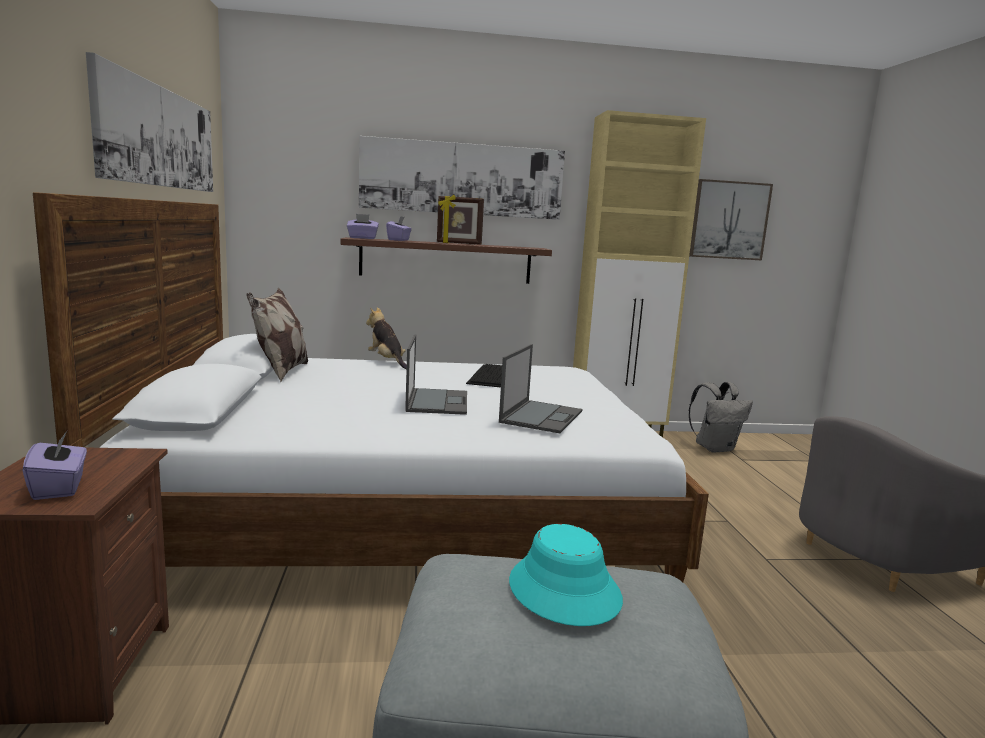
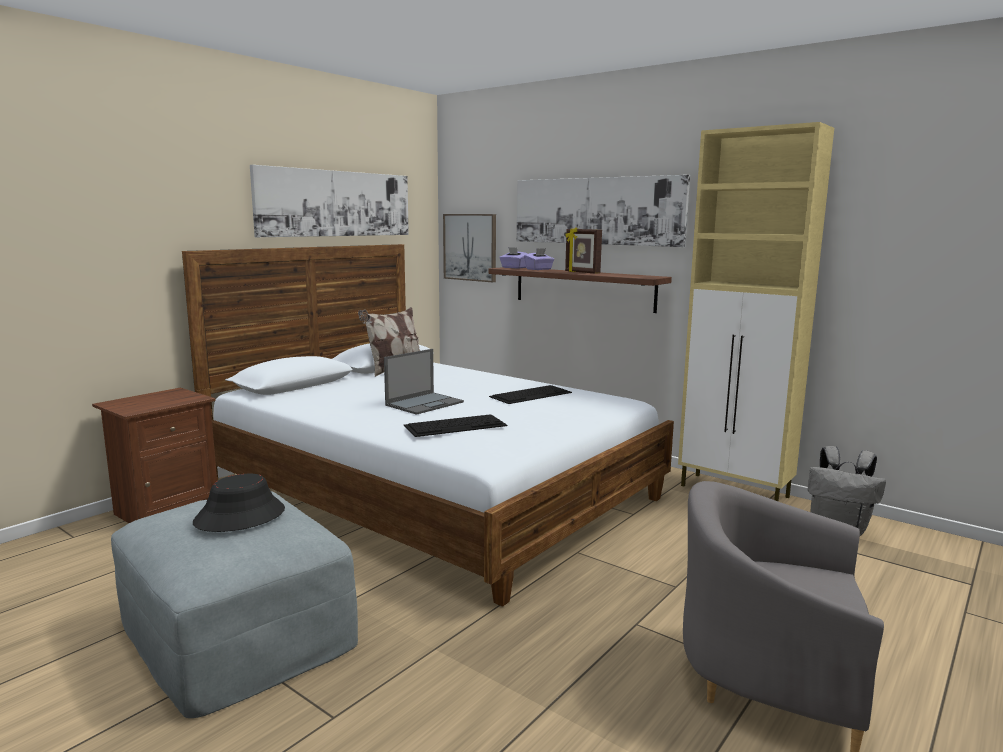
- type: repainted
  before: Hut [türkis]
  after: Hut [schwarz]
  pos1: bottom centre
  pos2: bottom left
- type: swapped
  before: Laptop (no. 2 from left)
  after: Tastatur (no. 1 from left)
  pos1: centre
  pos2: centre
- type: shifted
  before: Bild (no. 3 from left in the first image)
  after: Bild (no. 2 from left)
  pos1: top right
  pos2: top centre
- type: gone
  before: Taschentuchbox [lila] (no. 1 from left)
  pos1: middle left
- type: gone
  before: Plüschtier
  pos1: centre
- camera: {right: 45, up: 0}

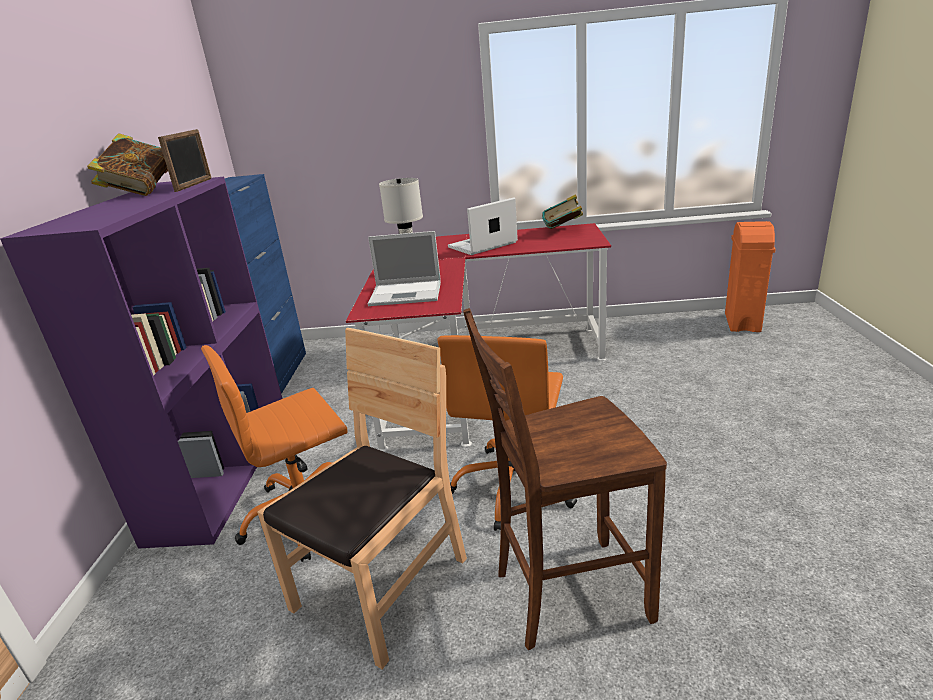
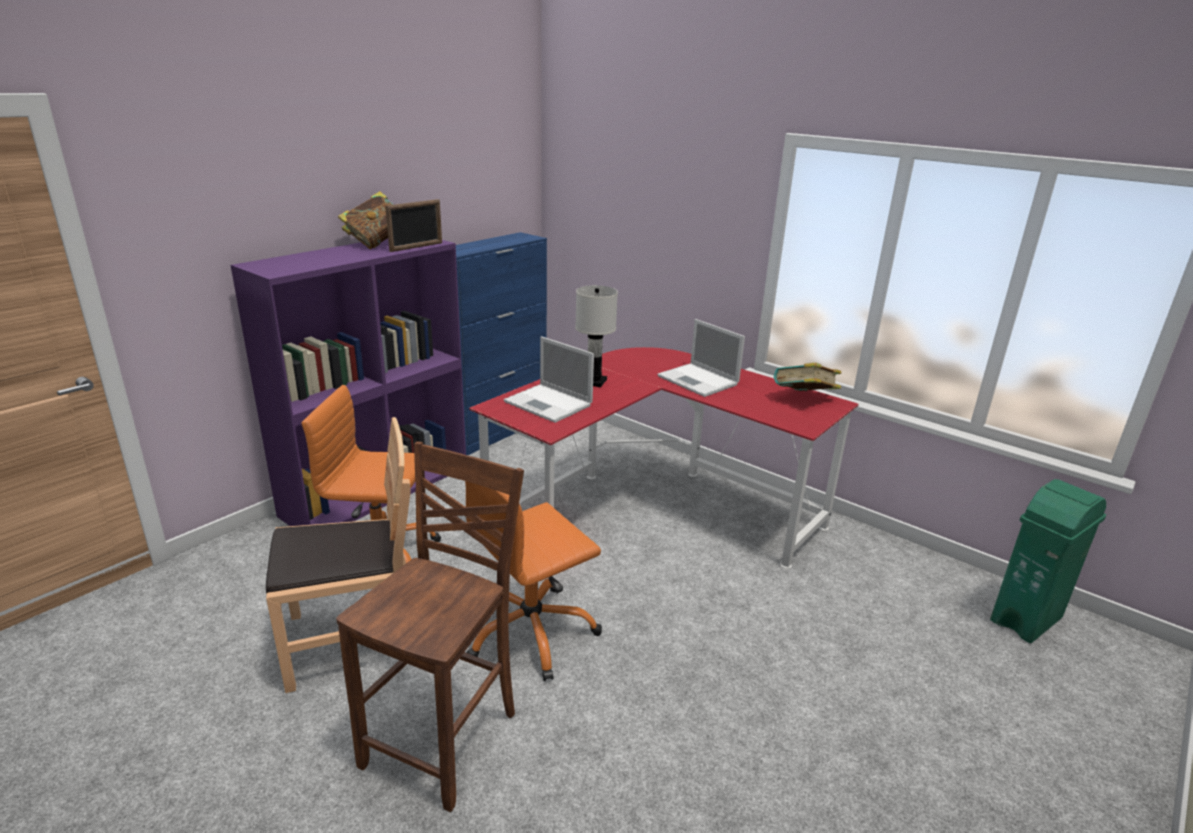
- type: rotated
  before: Stuhl [braun] (no. 2 from left)
  pos1: bottom centre
  pos2: bottom centre
  turn: 90
- type: rotated
  before: Laptop (no. 2 from left)
  pos1: top centre
  pos2: centre
  turn: -135
- type: repainted
  before: Mülleimer [orange]
  after: Mülleimer [grün]
  pos1: middle right
  pos2: bottom right
- camera: {right: 35, up: 0}

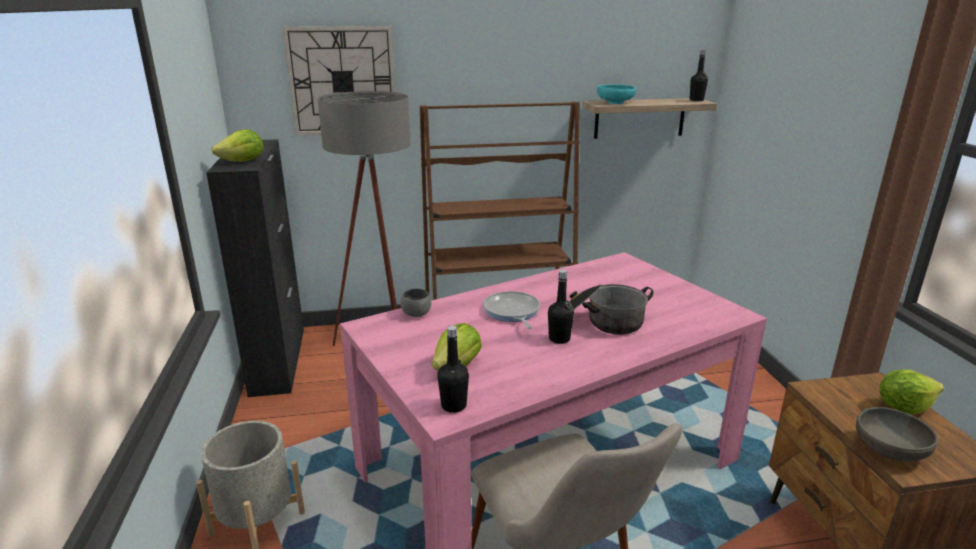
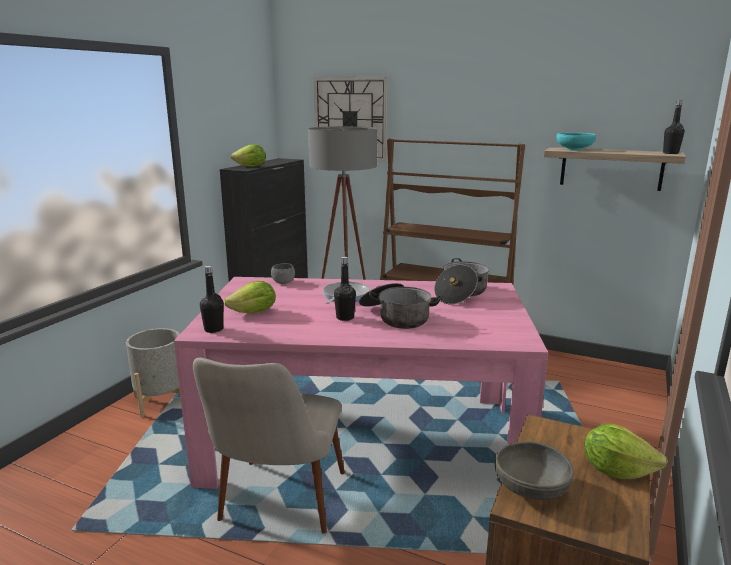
- type: new
  after: Kochtopf (no. 2 from left)
  pos2: centre
- camera: {right: 35, up: -5}

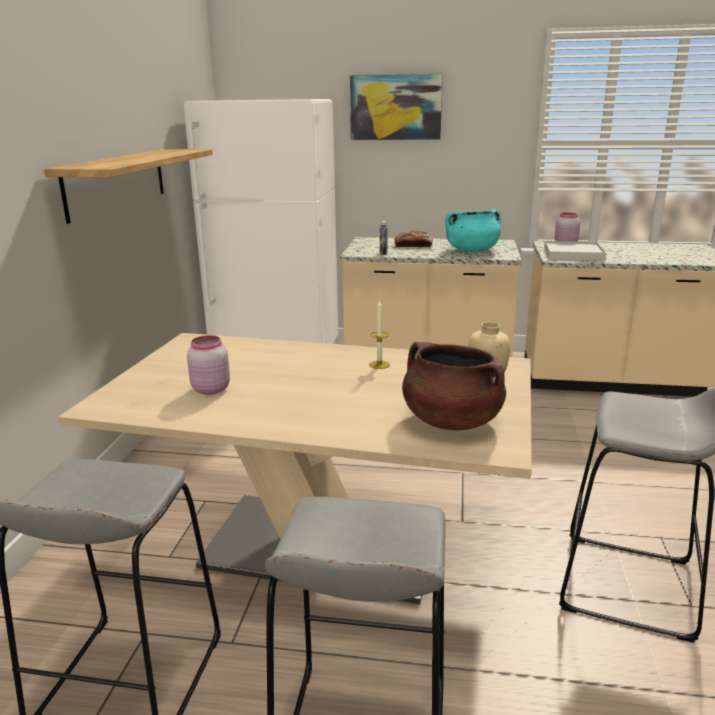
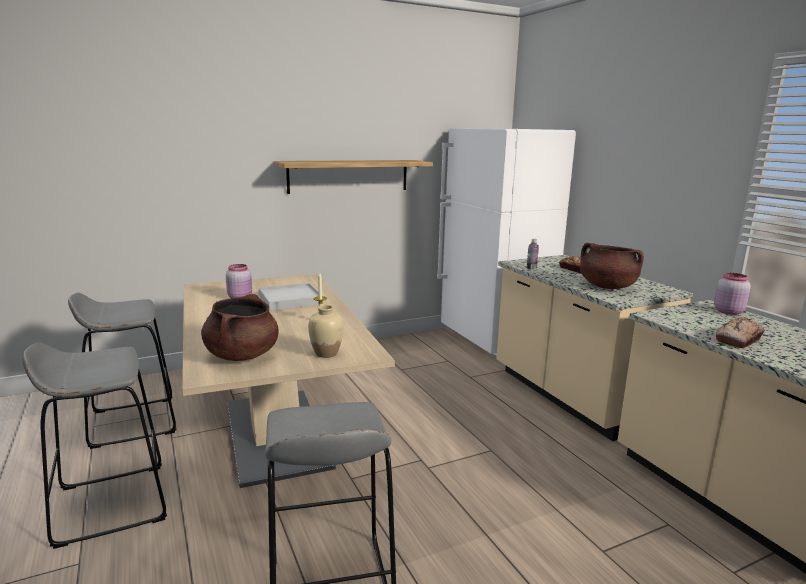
- type: shifted
  before: Tablett [weiß]
  pos1: middle right
  pos2: centre
- type: repainted
  before: Kochtopf [türkis]
  after: Kochtopf [braun] (no. 2 from left)
  pos1: top centre
  pos2: middle right
- type: new
  after: Brot (no. 2 from left)
  pos2: middle right
- type: gone
  before: Bild
  pos1: top centre
- camera: {right: 55, up: -5}

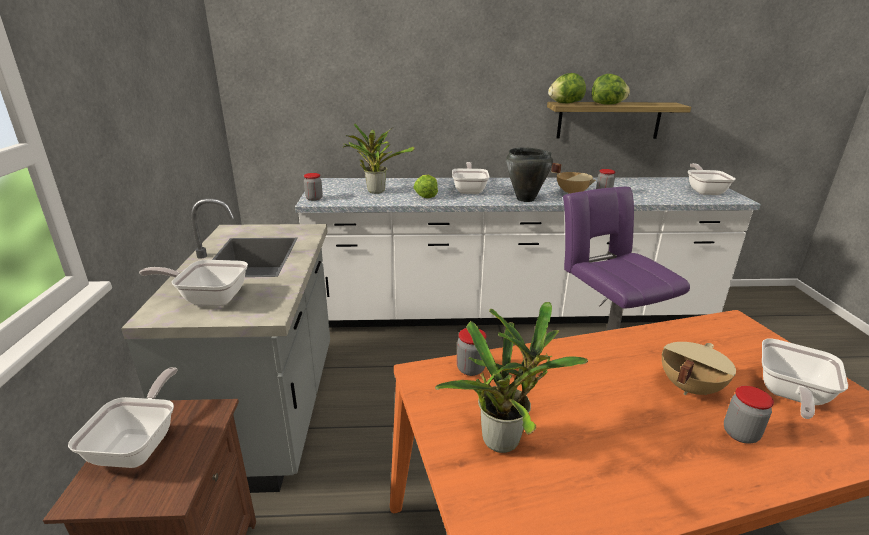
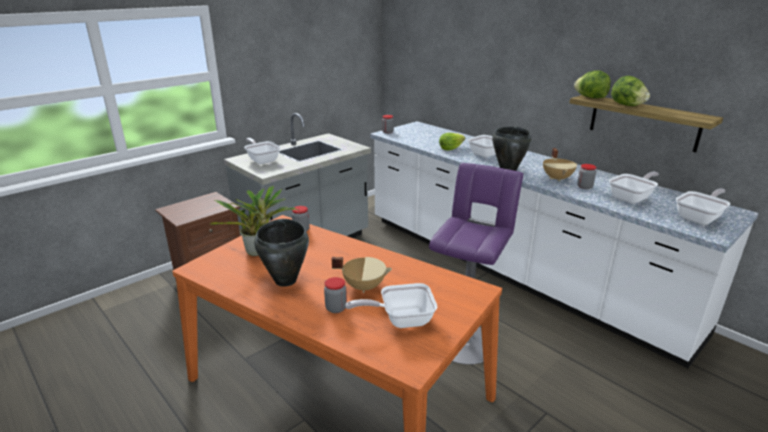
- type: new
  after: Kochtopf [schwarz] (no. 1 from left)
  pos2: centre
- type: shifted
  before: Pfanne (no. 1 from left in the first image)
  after: Pfanne (no. 4 from left)
  pos1: bottom left
  pos2: middle right
- type: gone
  before: Topfpflanze (no. 1 from left)
  pos1: top centre
- camera: {right: 50, up: 0}

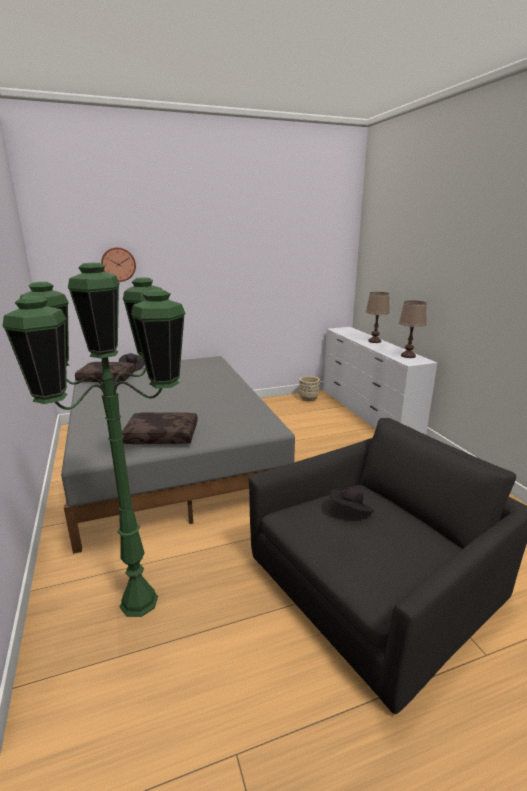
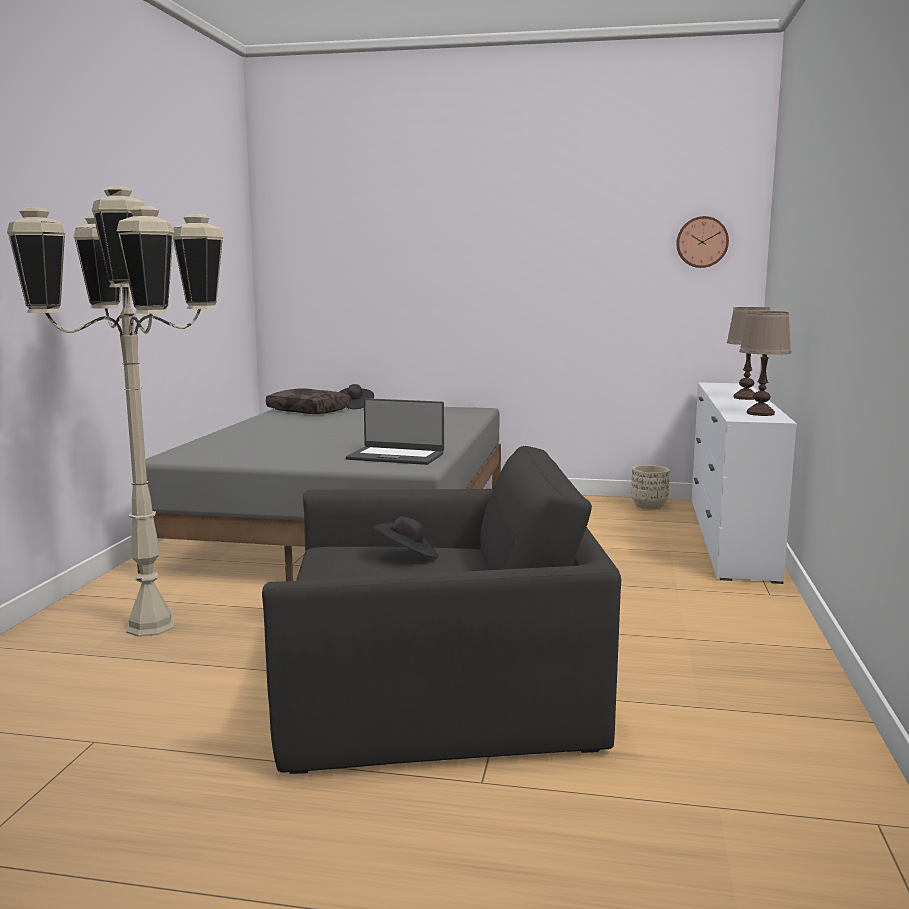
- type: repainted
  before: Stehlampe [grün]
  after: Stehlampe [beige]
  pos1: middle left
  pos2: middle left
- type: new
  after: Laptop
  pos2: centre
- type: shifted
  before: Wanduhr
  pos1: middle left
  pos2: top right
- type: gone
  before: Kissen [braun] (no. 2 from left)
  pos1: middle left
- camera: {right: 30, up: -10}

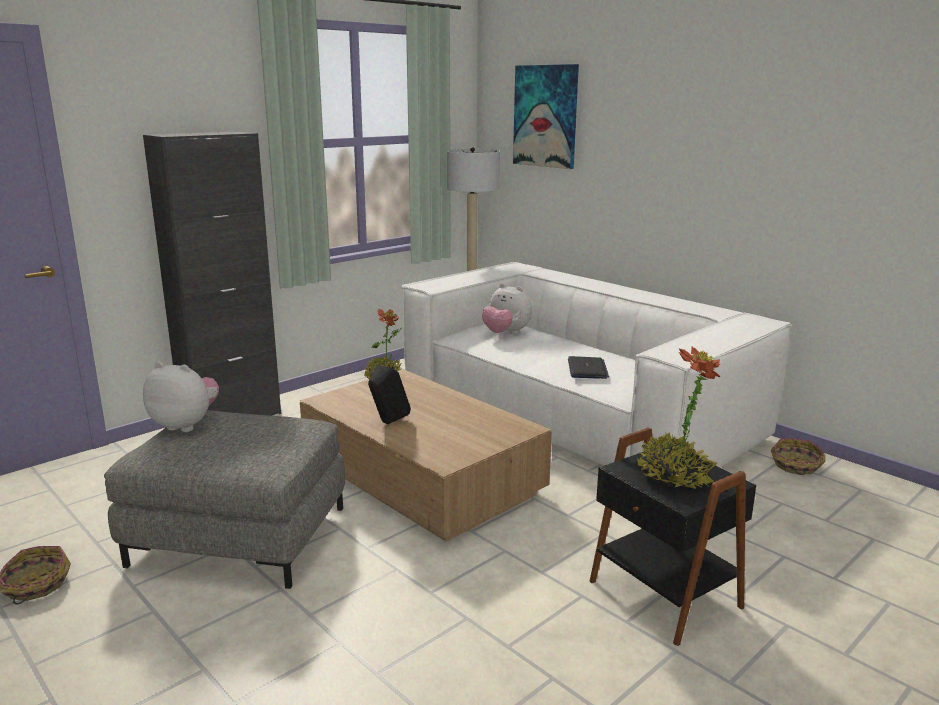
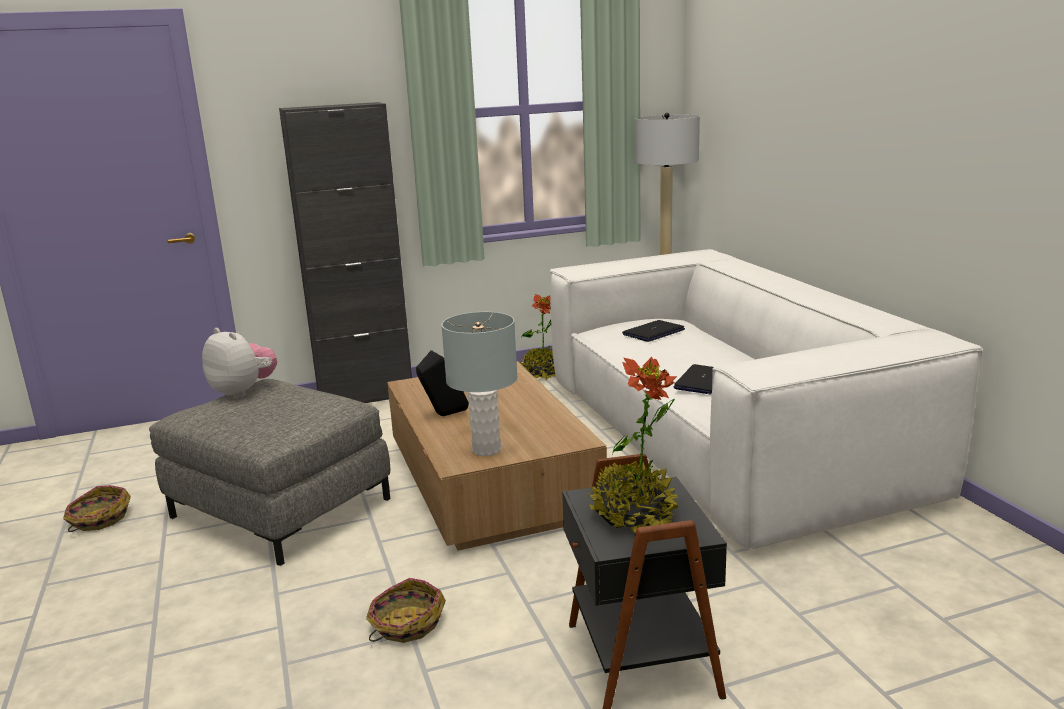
- type: shifted
  before: Korb (no. 2 from left)
  pos1: middle right
  pos2: bottom centre
- type: new
  after: Tischlampe [grau]
  pos2: centre
- type: swapped
  before: Plüschtier (no. 2 from left)
  after: Laptop (no. 1 from left)
  pos1: centre
  pos2: centre
- type: gone
  before: Bild
  pos1: top centre
- camera: {right: 25, up: 0}

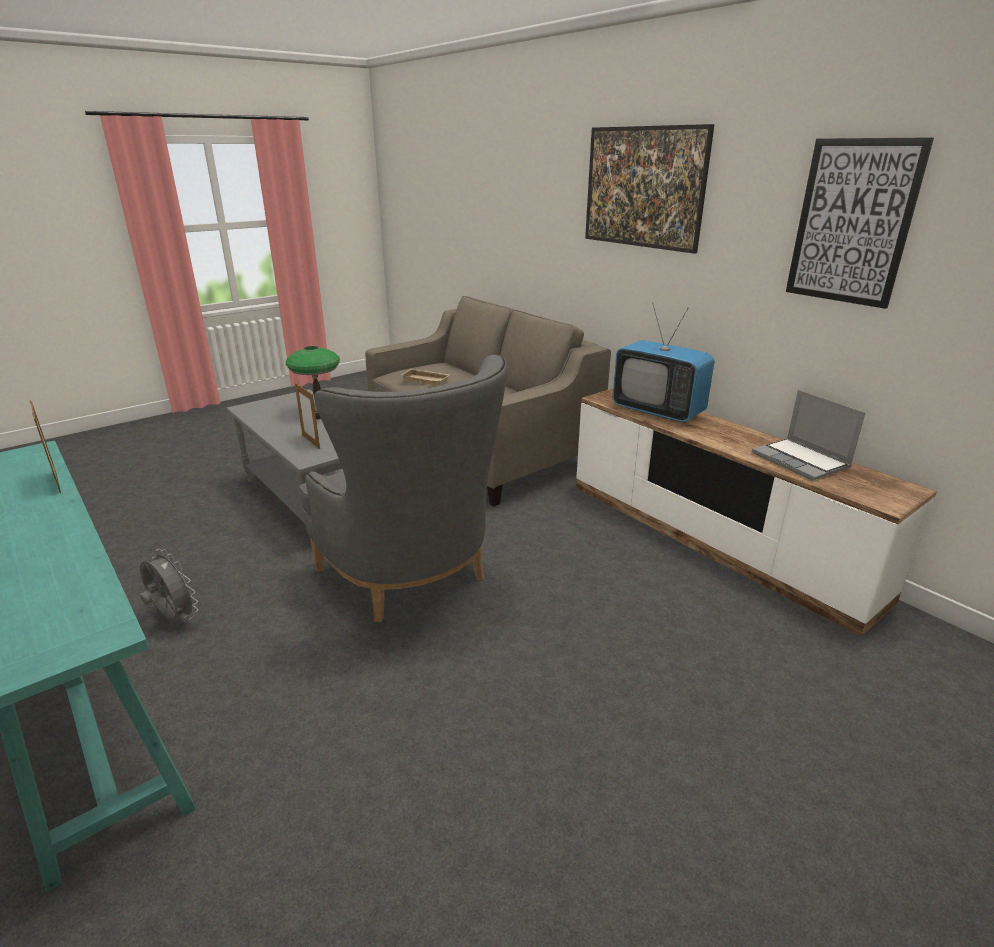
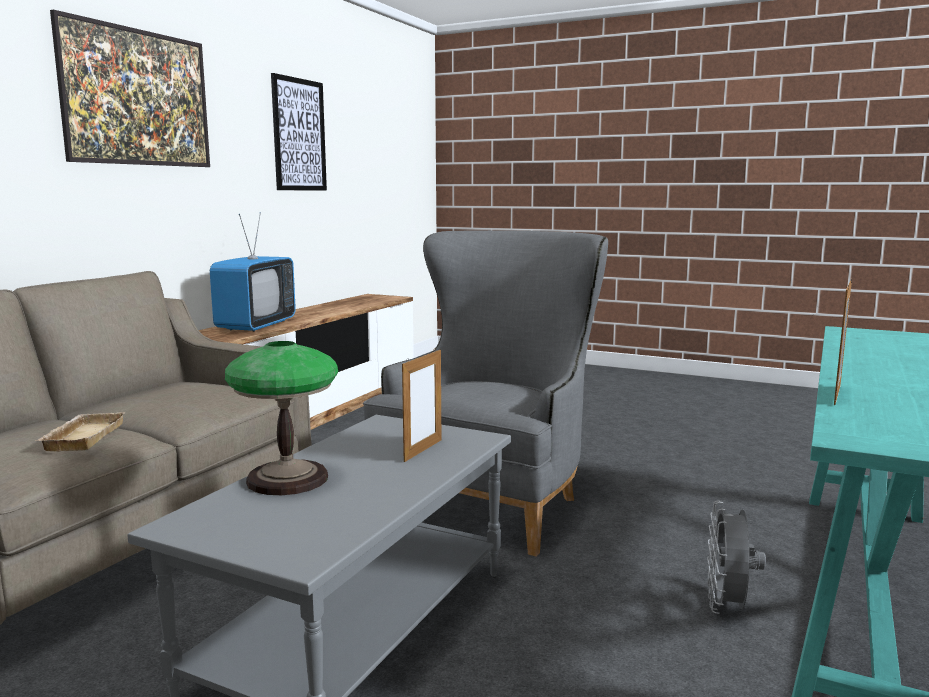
- type: gone
  before: Laptop
  pos1: middle right
- camera: {right: -115, up: -15}

